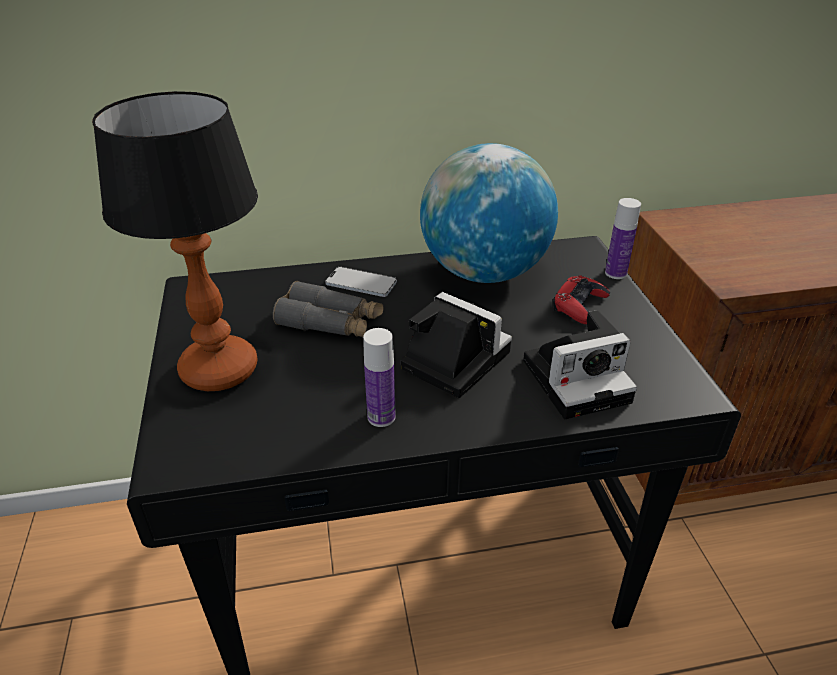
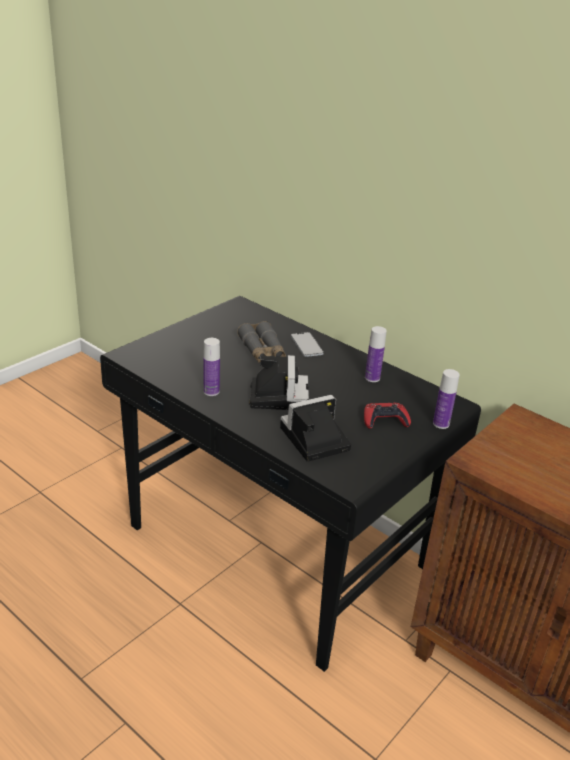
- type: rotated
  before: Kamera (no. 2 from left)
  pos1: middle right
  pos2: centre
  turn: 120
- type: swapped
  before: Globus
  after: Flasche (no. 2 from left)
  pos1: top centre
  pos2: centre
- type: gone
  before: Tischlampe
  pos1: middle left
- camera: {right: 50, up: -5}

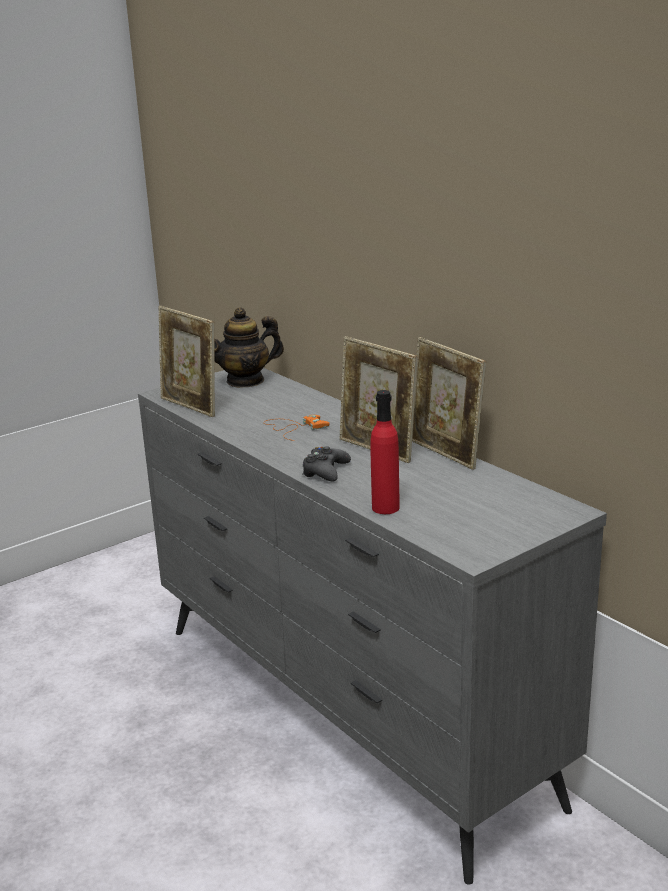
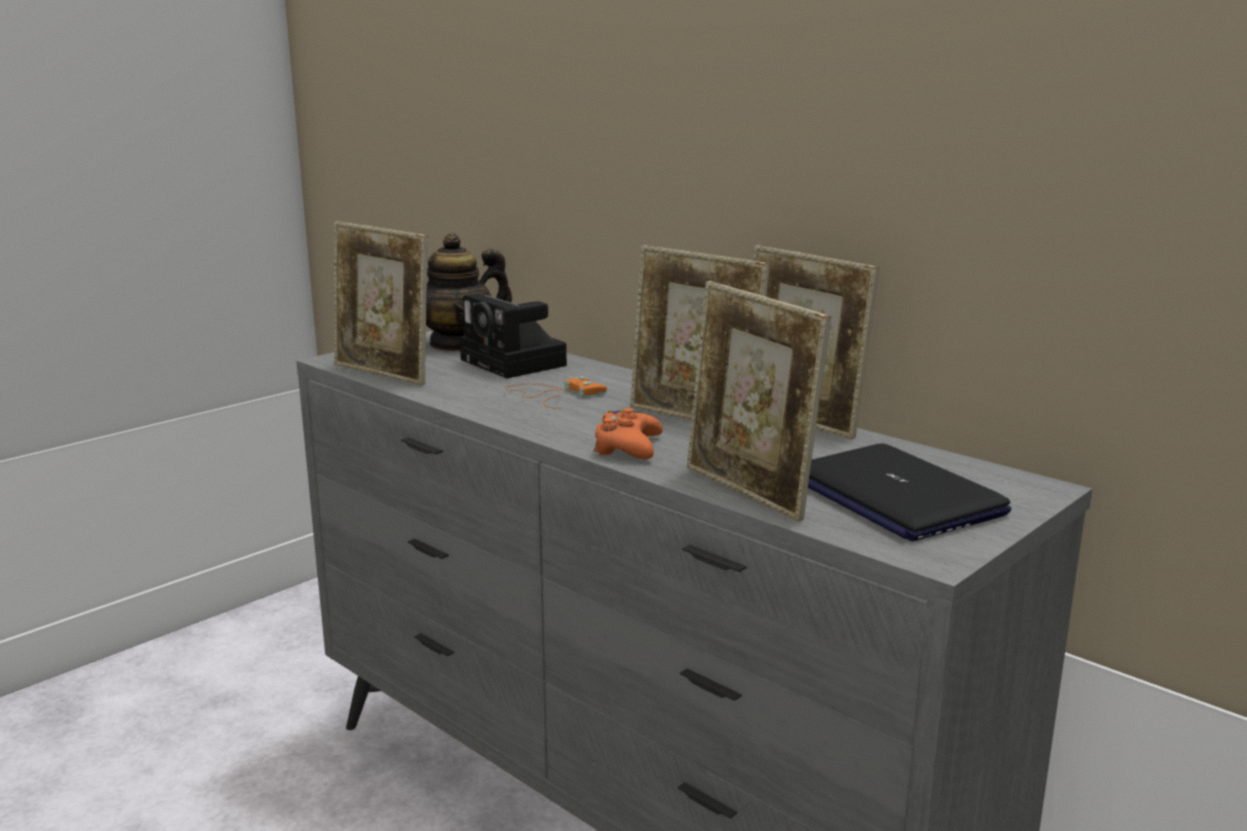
- type: new
  after: Kamera
  pos2: centre
- type: repainted
  before: Gamepad [schwarz]
  after: Gamepad [orange] (no. 2 from left)
  pos1: centre
  pos2: centre
- type: swapped
  before: Flasche [rot]
  after: Bilderrahmen (no. 3 from left)
  pos1: centre
  pos2: centre
- type: new
  after: Laptop
  pos2: middle right
- camera: {right: -10, up: -5}

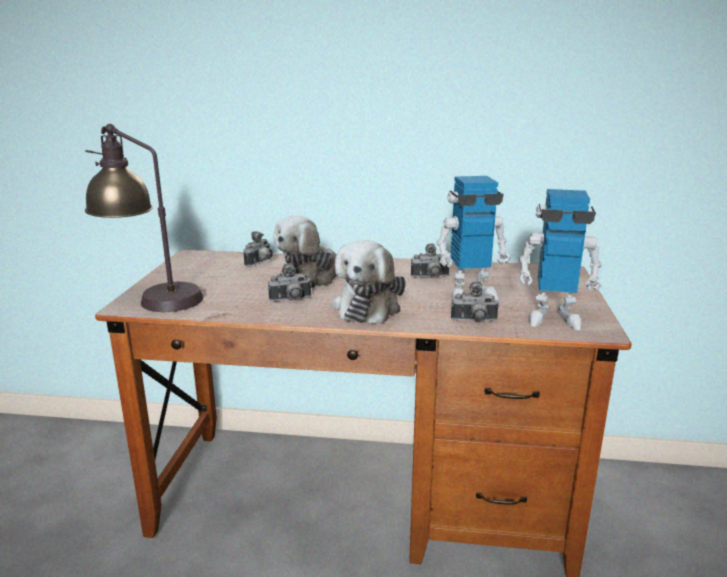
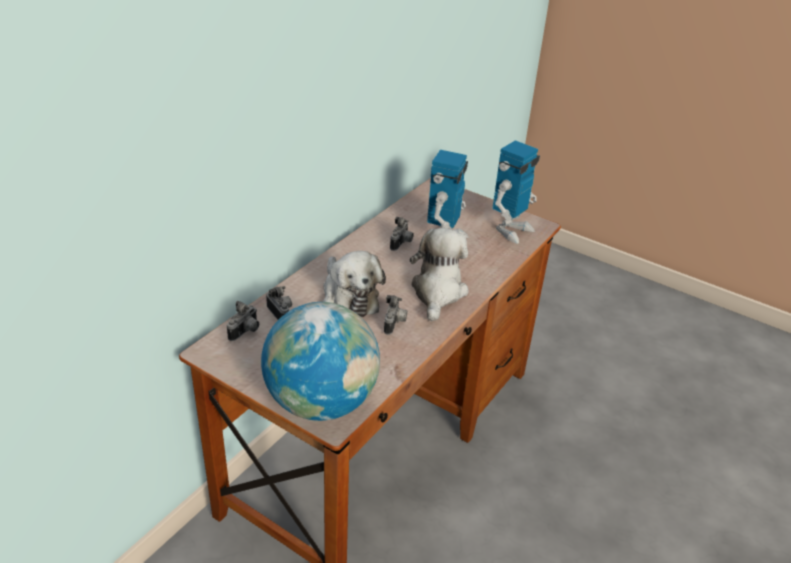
- type: shifted
  before: Kamera (no. 4 from left in the first image)
  after: Kamera (no. 1 from left)
  pos1: centre
  pos2: middle left
- type: swapped
  before: Tischlampe
  after: Globus
  pos1: middle left
  pos2: centre
- type: rotated
  before: Plüschtier (no. 2 from left)
  pos1: centre
  pos2: centre
  turn: -120
- camera: {right: -65, up: 15}

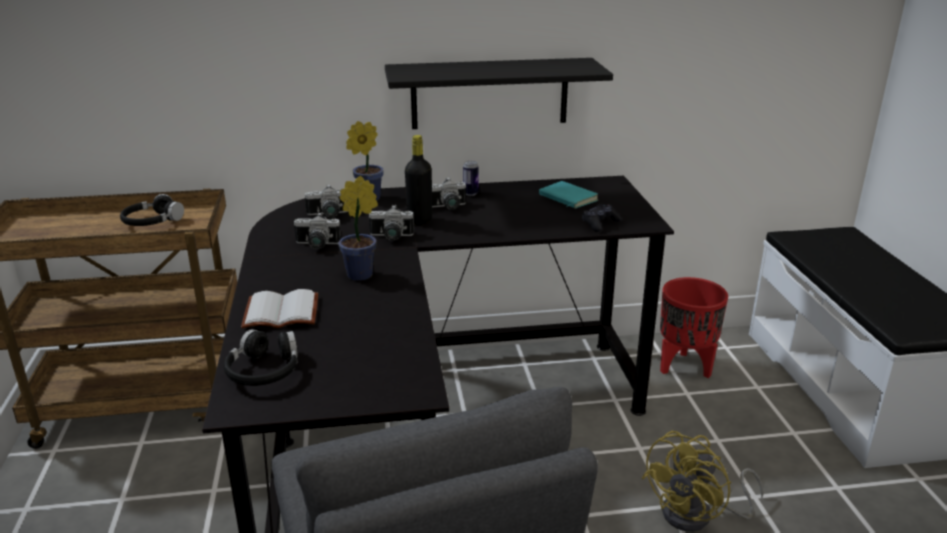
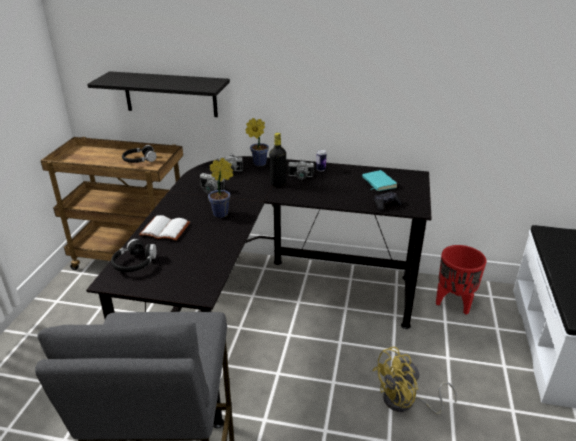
- type: shifted
  before: Wandregal [schwarz]
  pos1: top centre
  pos2: top left
- type: gone
  before: Kamera (no. 3 from left)
  pos1: centre
- camera: {right: 20, up: 5}

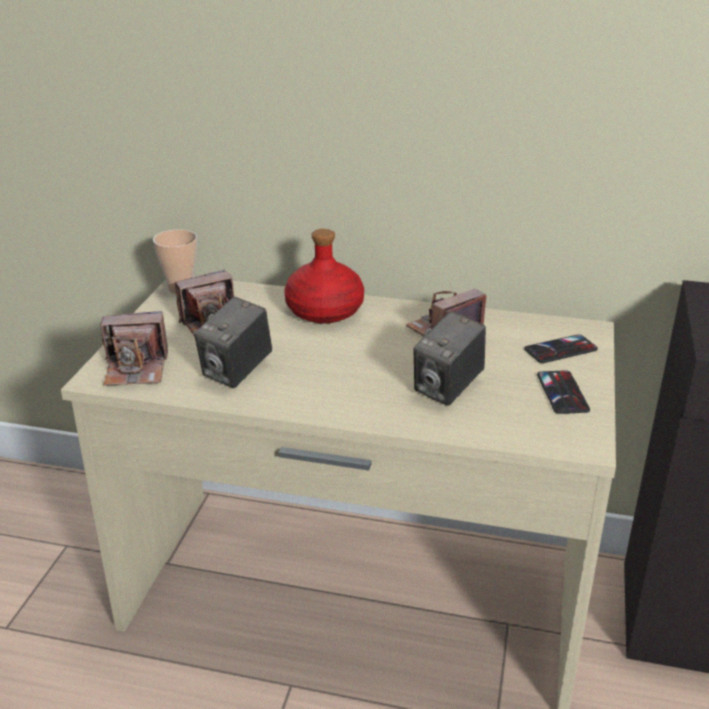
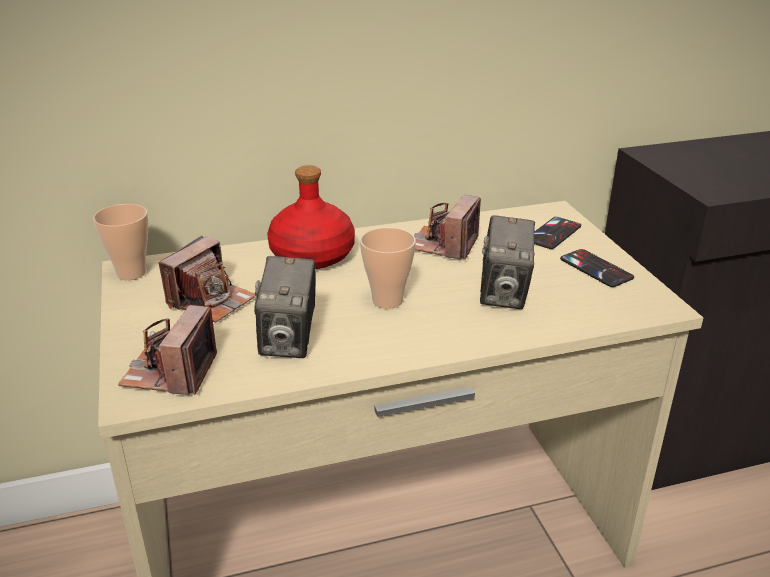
- type: rotated
  before: Kamera (no. 1 from left)
  pos1: middle left
  pos2: middle left
  turn: 135
- type: new
  after: Tasse (no. 2 from left)
  pos2: centre
- camera: {right: -30, up: 0}

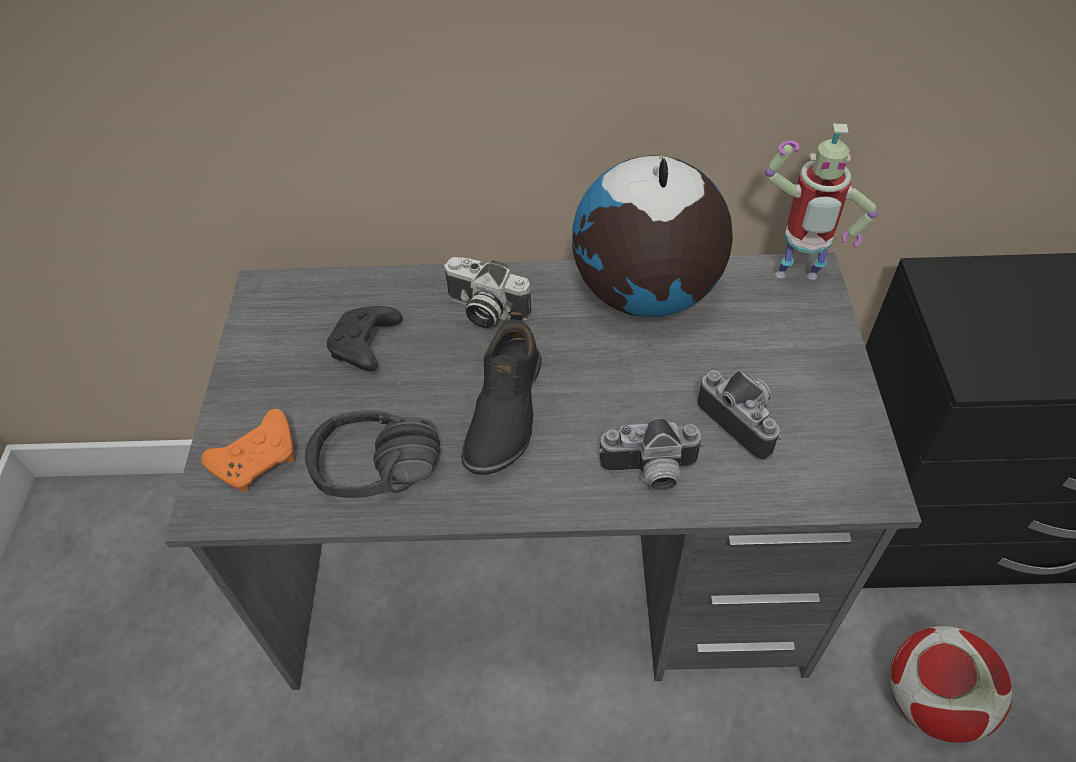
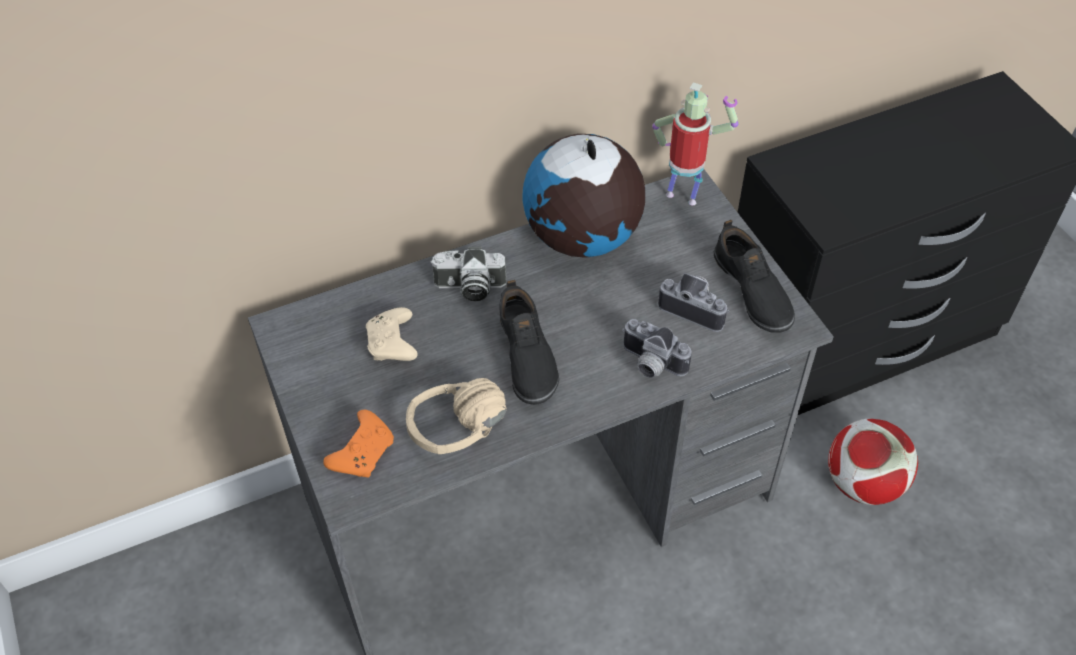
- type: repainted
  before: Gamepad [schwarz]
  after: Gamepad [beige]
  pos1: centre
  pos2: centre
- type: repainted
  before: Kopfhörer [schwarz]
  after: Kopfhörer [beige]
  pos1: centre
  pos2: centre
- type: rotated
  before: Kamera (no. 2 from left)
  pos1: centre
  pos2: centre
  turn: 60
- type: rotated
  before: Spielzeugroboter
  pos1: top right
  pos2: top centre
  turn: -135
- type: new
  after: Schuh [schwarz] (no. 2 from left)
  pos2: middle right
- camera: {right: -25, up: 0}

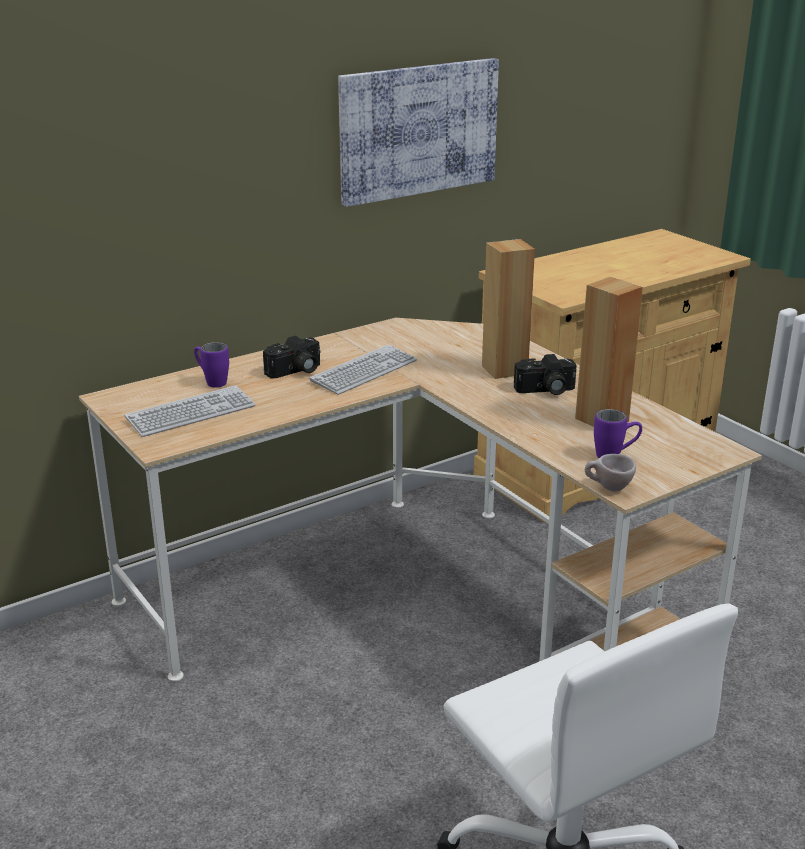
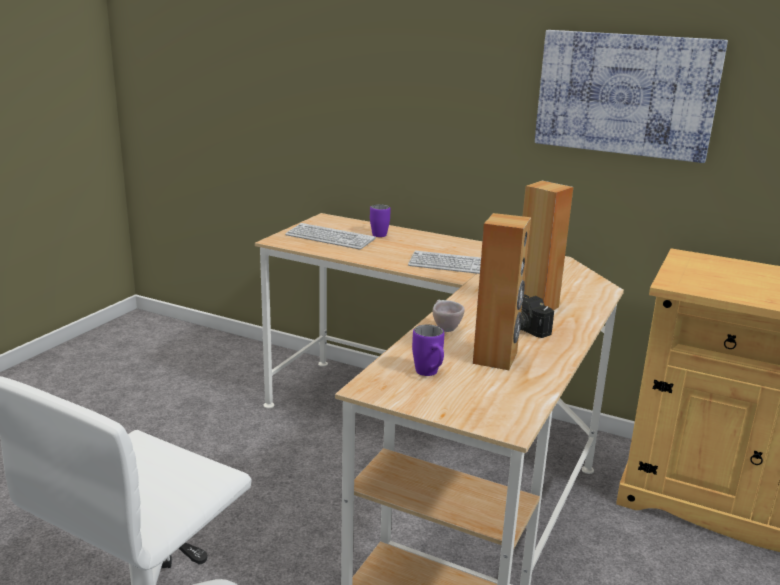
- type: shifted
  before: Tasse [beige]
  pos1: middle right
  pos2: centre
- type: gone
  before: Kamera (no. 1 from left)
  pos1: centre
- camera: {right: 60, up: -5}

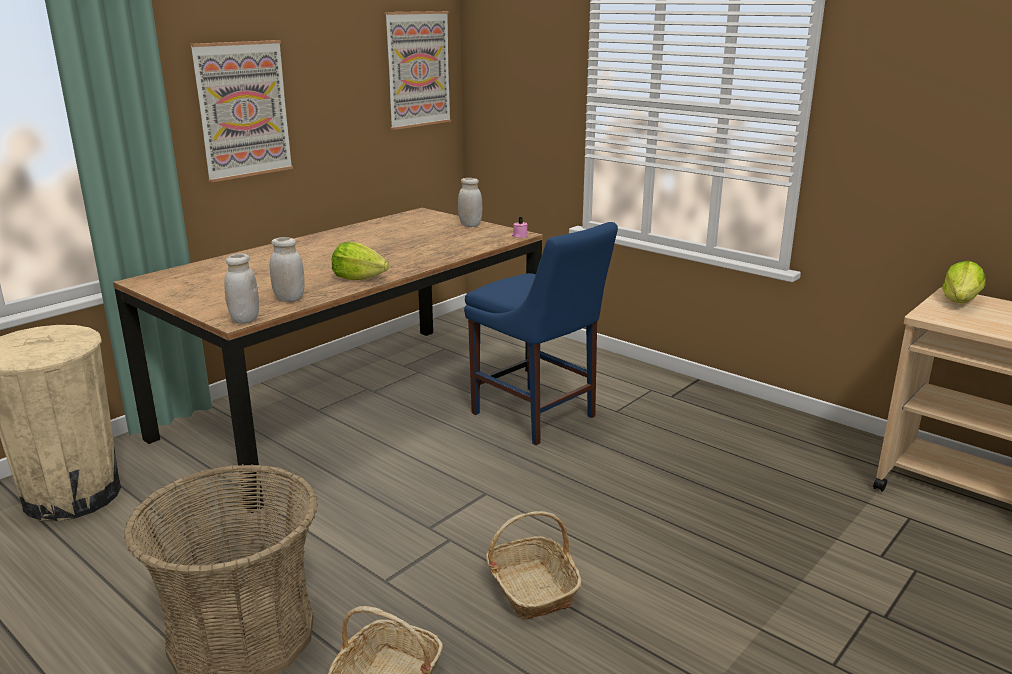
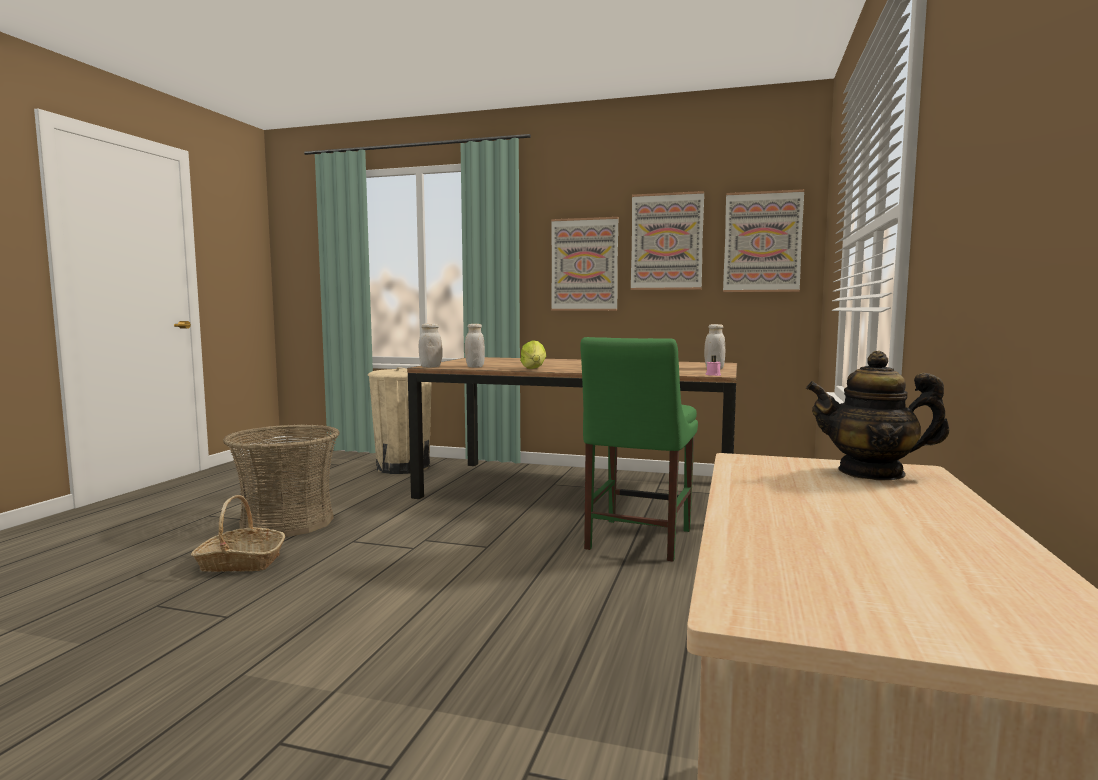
- type: repainted
  before: Stuhl [blau]
  after: Stuhl [grün]
  pos1: centre
  pos2: centre
- type: new
  after: Bild (no. 2 from left)
  pos2: top centre
- type: swapped
  before: Salatkopf (no. 2 from left)
  after: Teekanne
  pos1: middle right
  pos2: middle right
- type: gone
  before: Korb (no. 3 from left)
  pos1: bottom centre
- camera: {right: 65, up: -15}

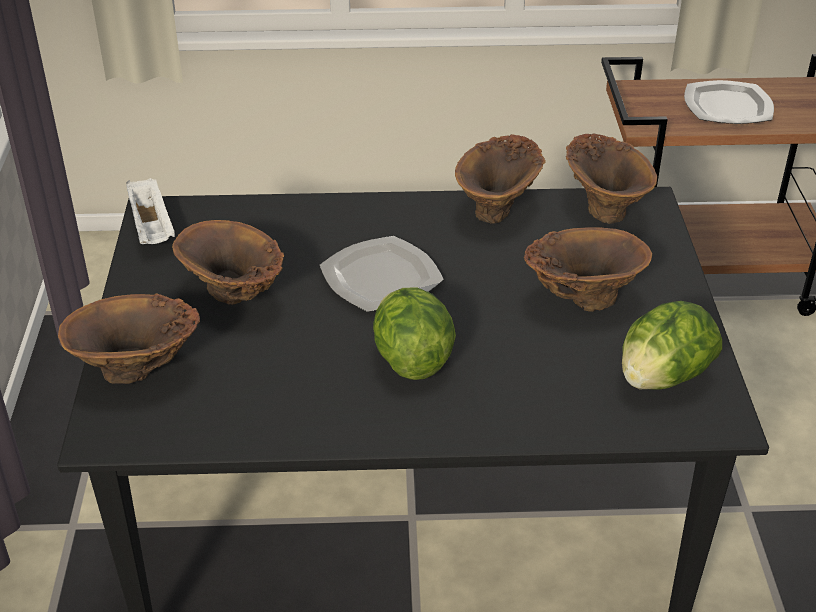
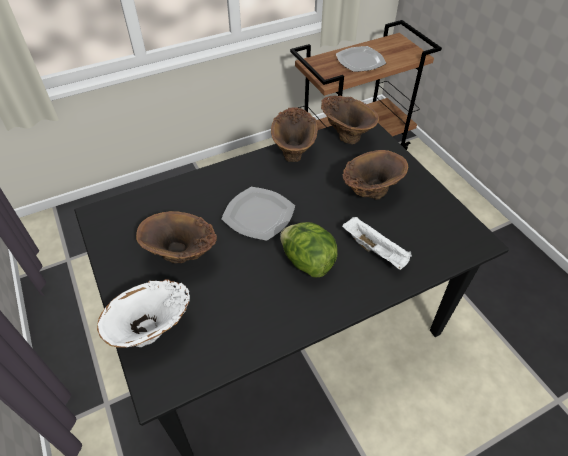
- type: repainted
  before: Vase [braun] (no. 1 from left)
  after: Vase [weiß]
  pos1: middle left
  pos2: bottom left
- type: shifted
  before: Tablett [weiß]
  pos1: middle left
  pos2: centre
- type: gone
  before: Salatkopf (no. 2 from left)
  pos1: middle right
- camera: {right: -25, up: 10}

